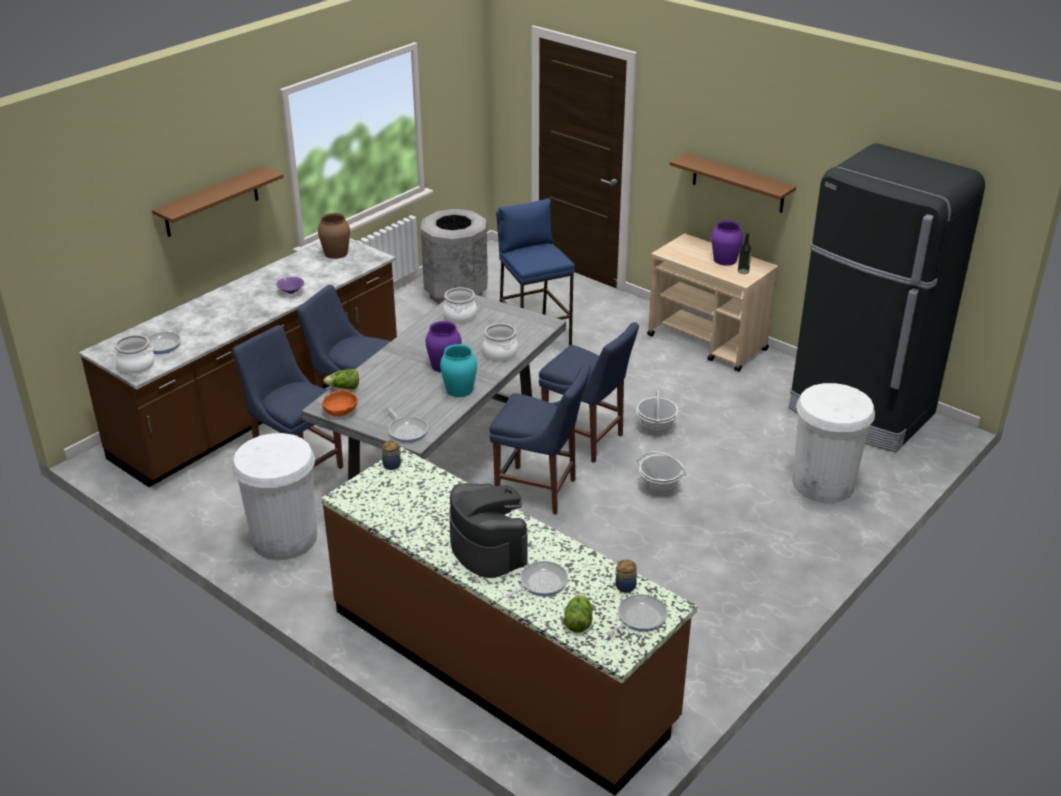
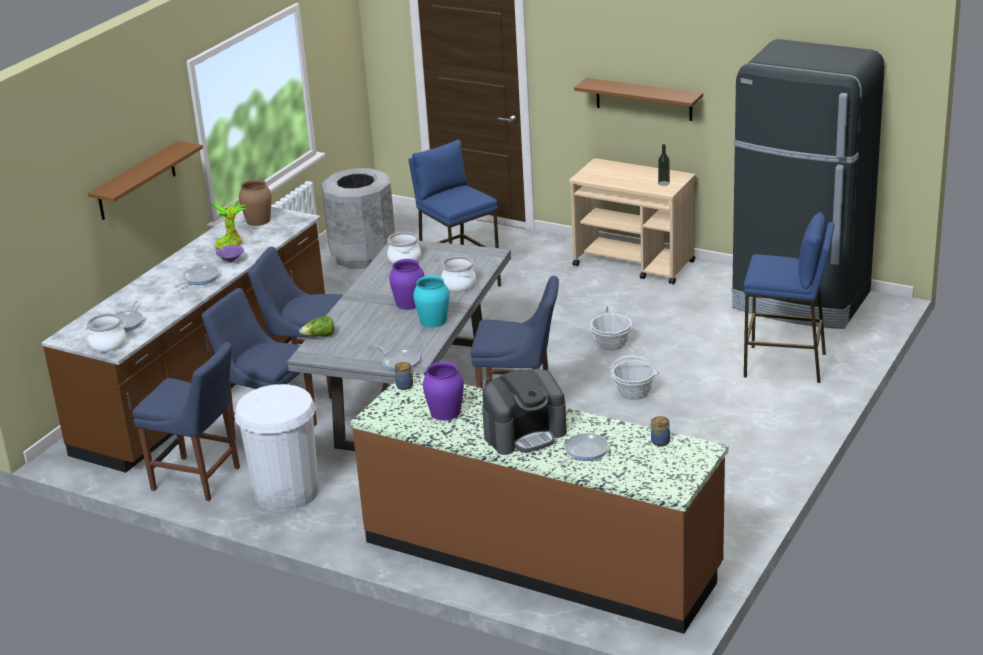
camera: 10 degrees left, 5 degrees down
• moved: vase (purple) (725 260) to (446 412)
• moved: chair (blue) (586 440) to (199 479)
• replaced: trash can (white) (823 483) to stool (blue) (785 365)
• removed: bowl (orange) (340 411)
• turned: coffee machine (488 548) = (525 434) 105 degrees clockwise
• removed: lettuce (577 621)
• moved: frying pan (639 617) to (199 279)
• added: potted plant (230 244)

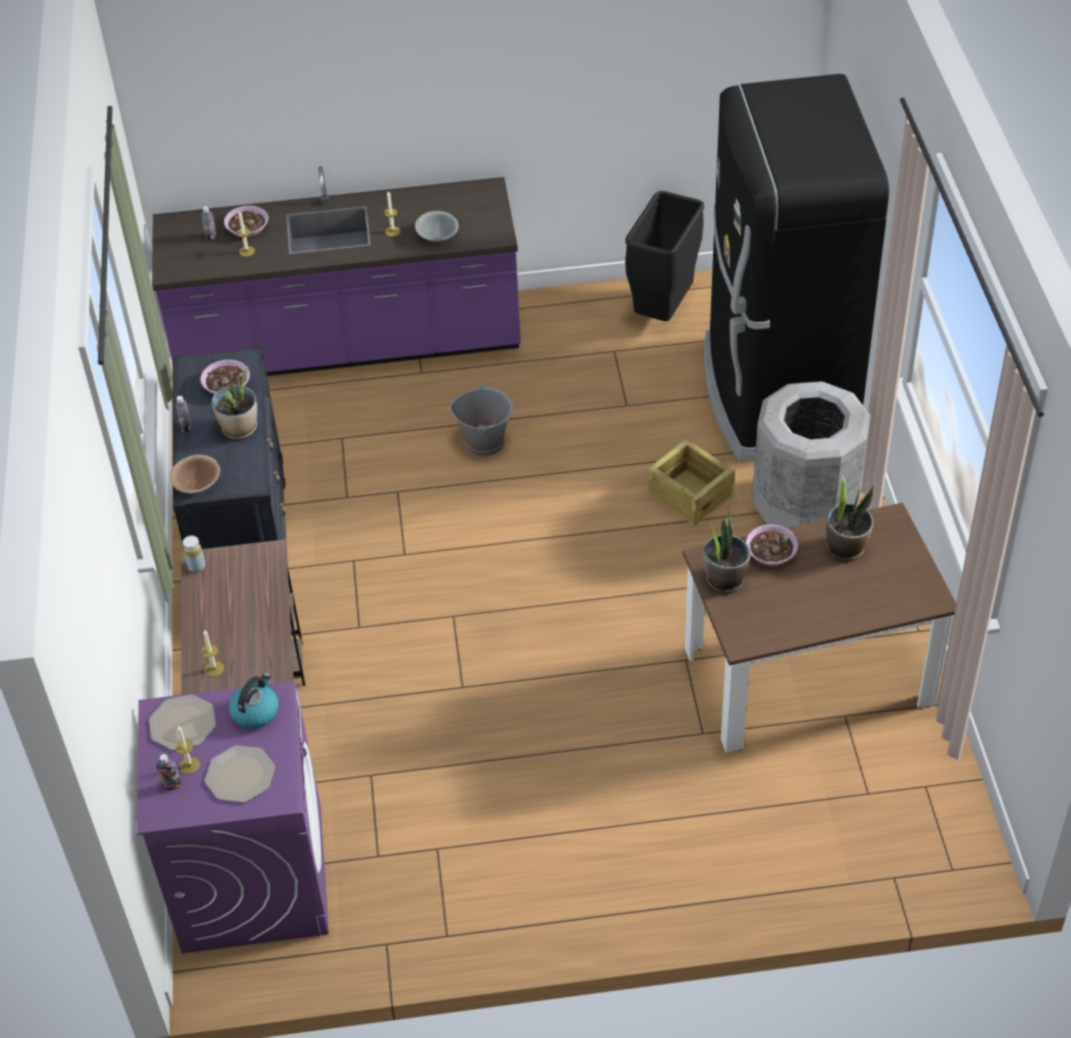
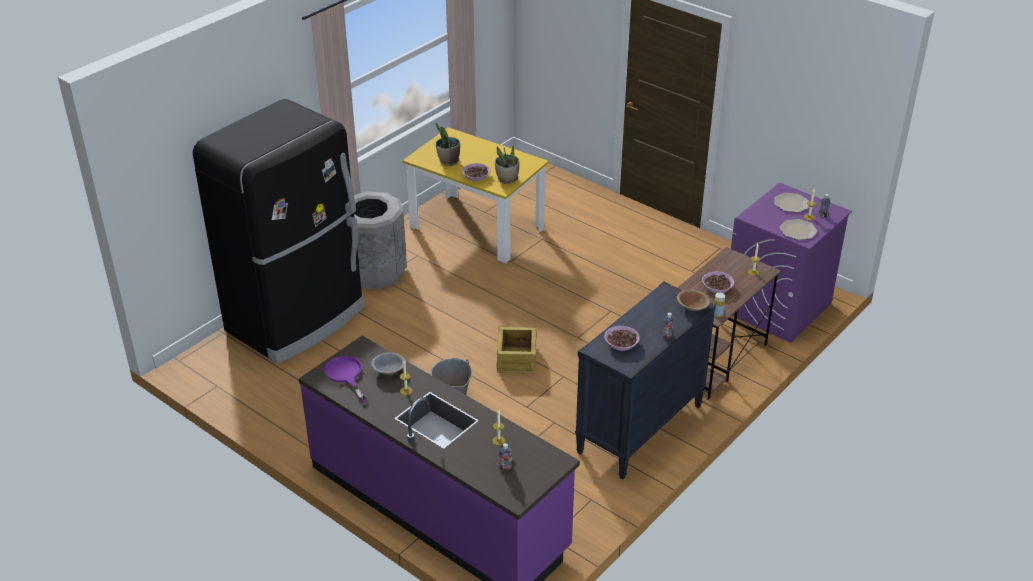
camera: 135 degrees left, 10 degrees down
• removed: trash can (black) (664 311)
• moved: bowl (248 228) to (717 287)
• removed: potted plant (240 428)
• moved: crate (690 494) to (516 359)
• recoloured: dining table (brown) (808 677) to dining table (yellow) (477 228)
• removed: kettle (255 712)
• added: frying pan (purple) (346 375)

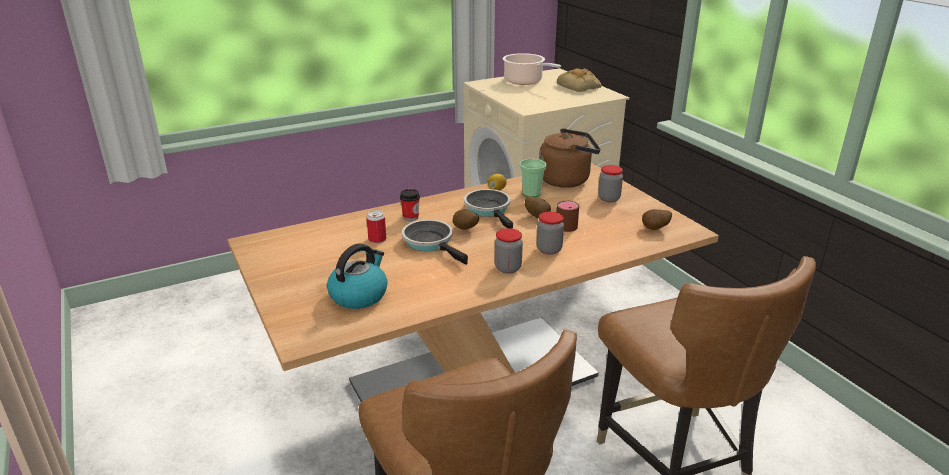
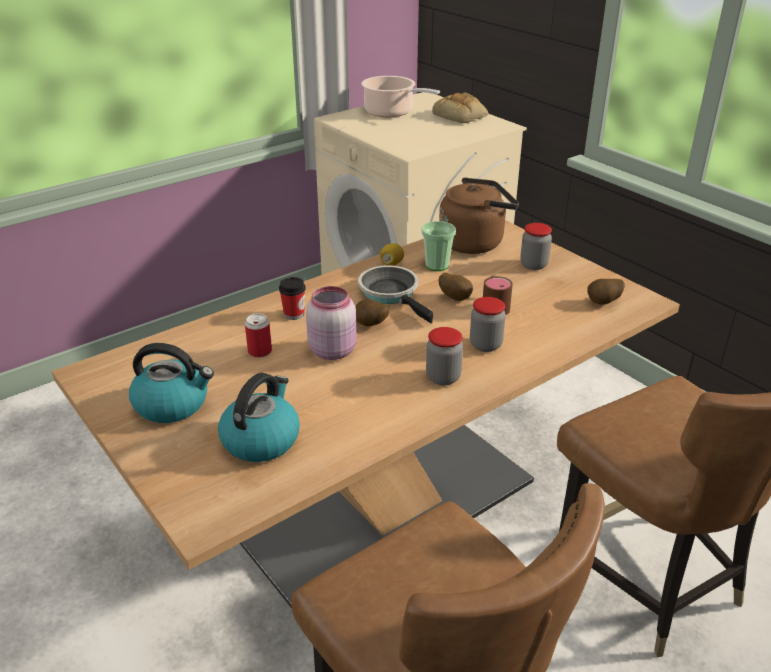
camera: 10 degrees left, 5 degrees up
• replaced: frying pan (431 243) to jar (pink) (332 350)
• added: kettle (173 404)

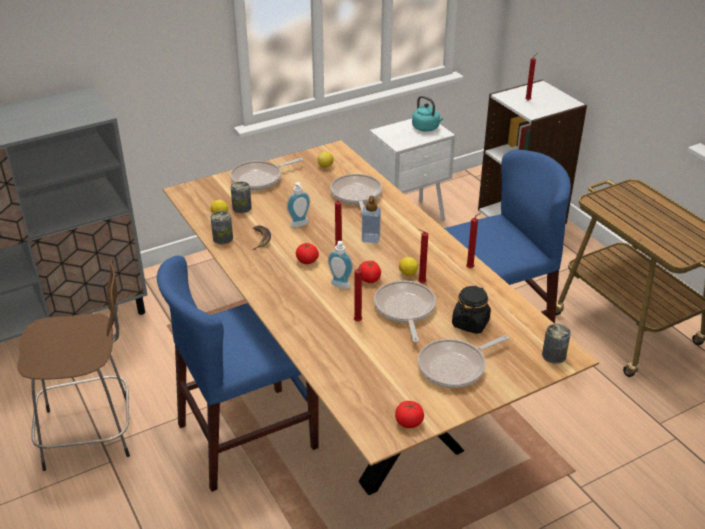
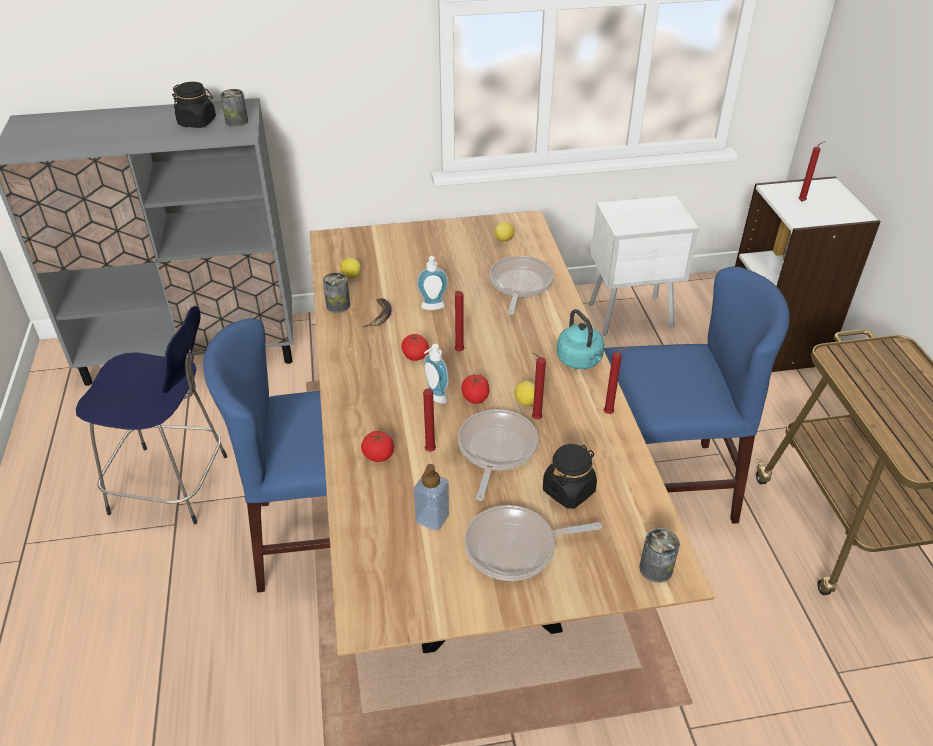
camera: 20 degrees right, 5 degrees up
• moved: kettle (turquoise) (426 128) to (580 361)
• removed: frying pan (259 179)
• moved: can (242 208) to (237 122)
• moved: soap dispenser (371 238) to (432 518)
• recoloured: stool (brown) (91 432) to stool (blue) (174 485)
• moved: tomato (409 422) to (378 455)
• added: jar (black) (197 122)

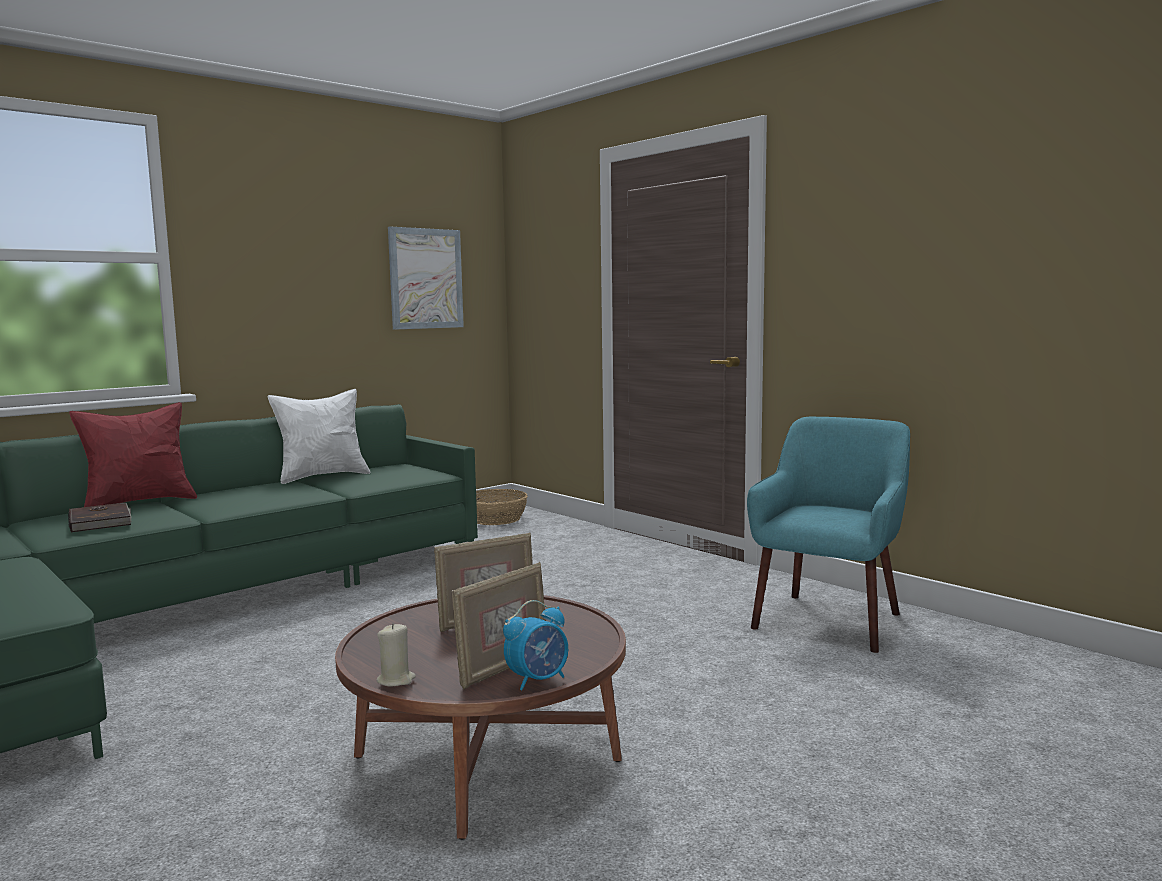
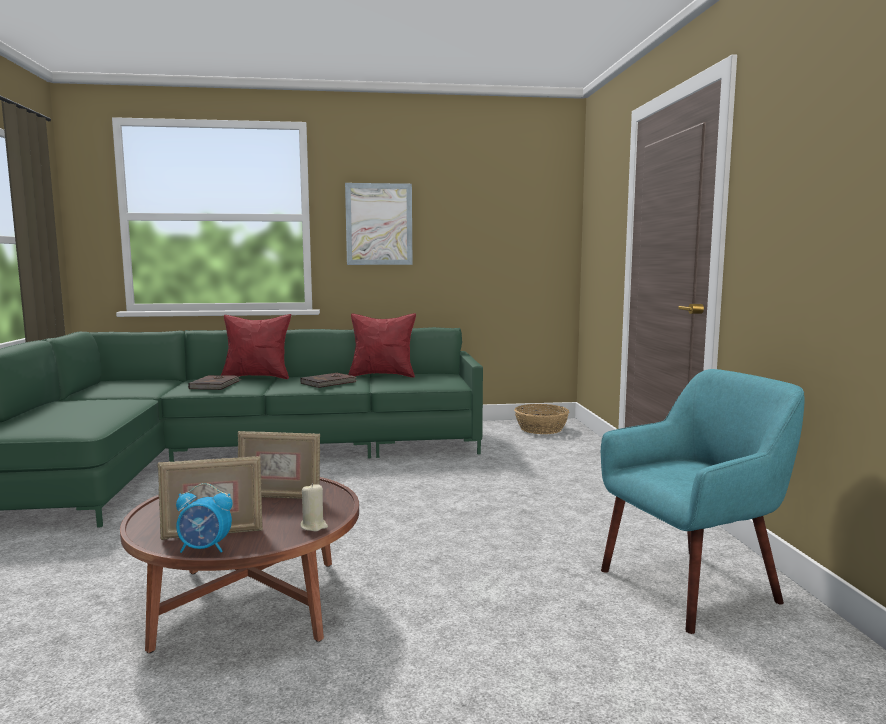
camera: 35 degrees right, 0 degrees up
• moved: picture (426 278) to (379 224)
• recoloured: pillow (white) (322 476) to pillow (red) (382 375)
• moved: candle (beige) (396 680) to (314 526)
• added: book (brown) (329 383)

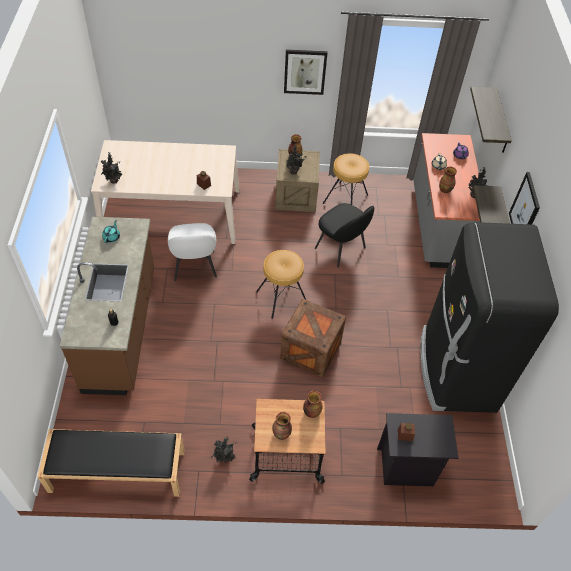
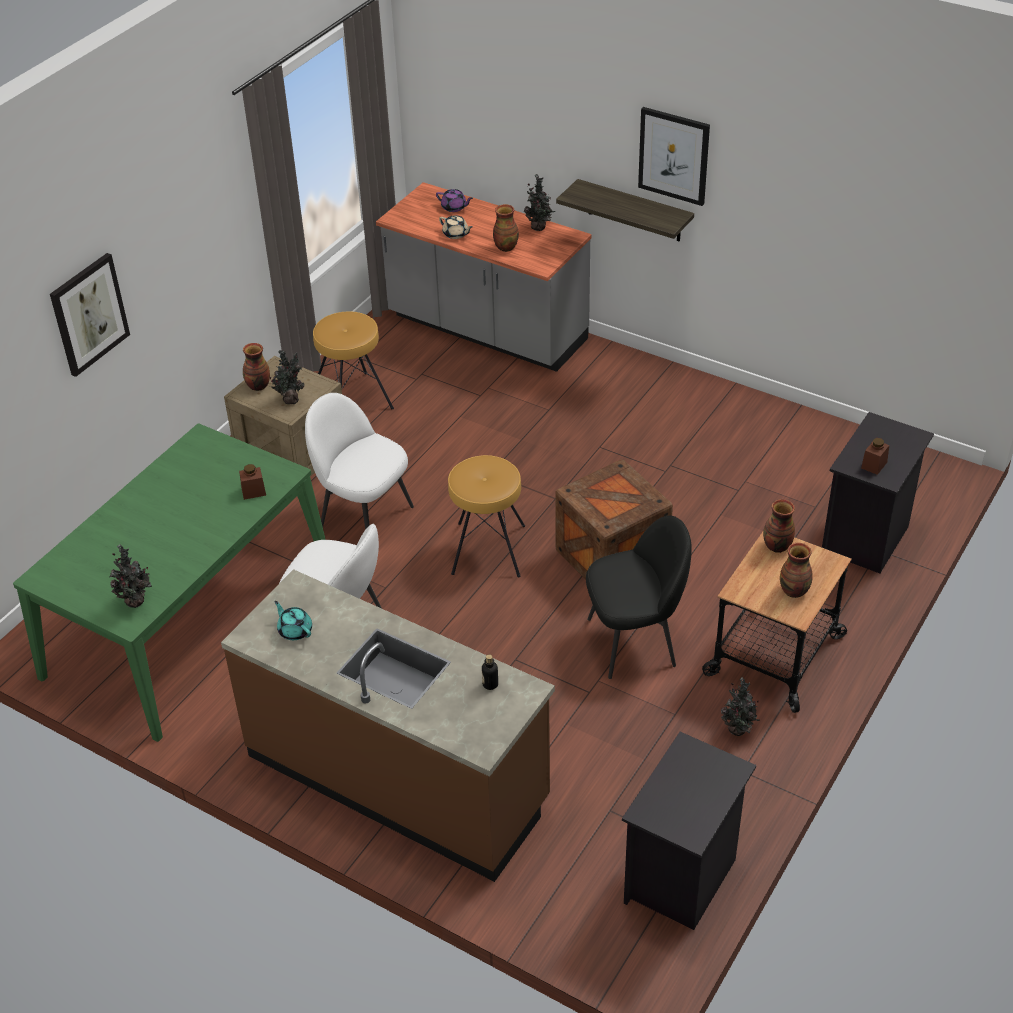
camera: 55 degrees left, 10 degrees down
• moved: picture (305 71) to (89 314)
• removed: shelf (500 122)
• recoloured: dining table (beige) (171 213) to dining table (green) (189 618)
• moved: chair (black) (341 248) to (634 641)
• removed: fridge (black) (456 370)
• replaced: bench (black) (116 471) to nightstand (black) (682 879)
• added: chair (white) (364 517)

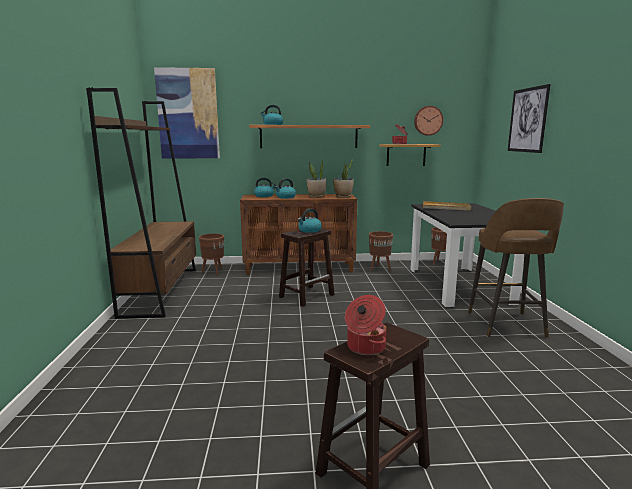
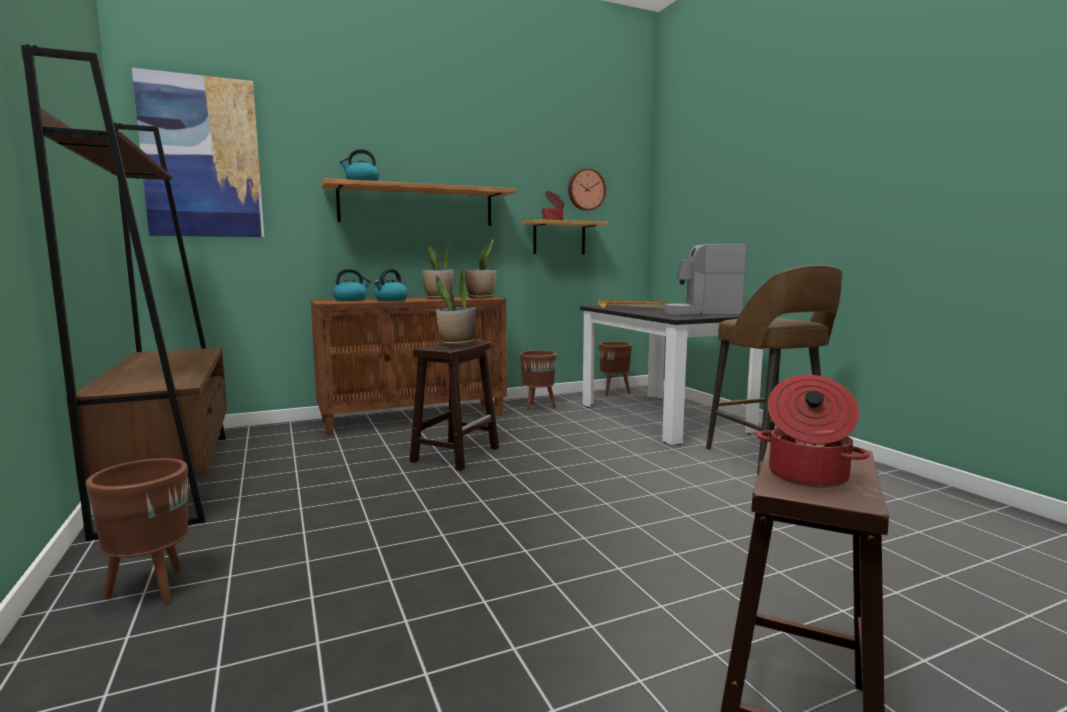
camera: 20 degrees left, 5 degrees down
• removed: picture (527 120)
• replaced: kettle (309 230) to potted plant (457 344)
• moved: planter (brown) (213 272) to (150 591)
• added: coffee machine (702 313)

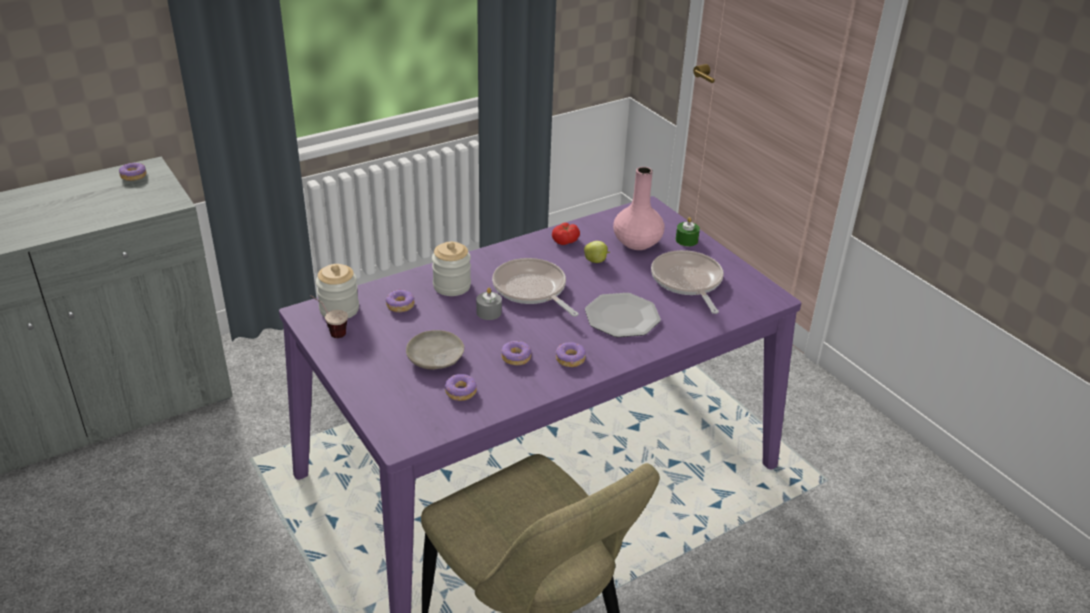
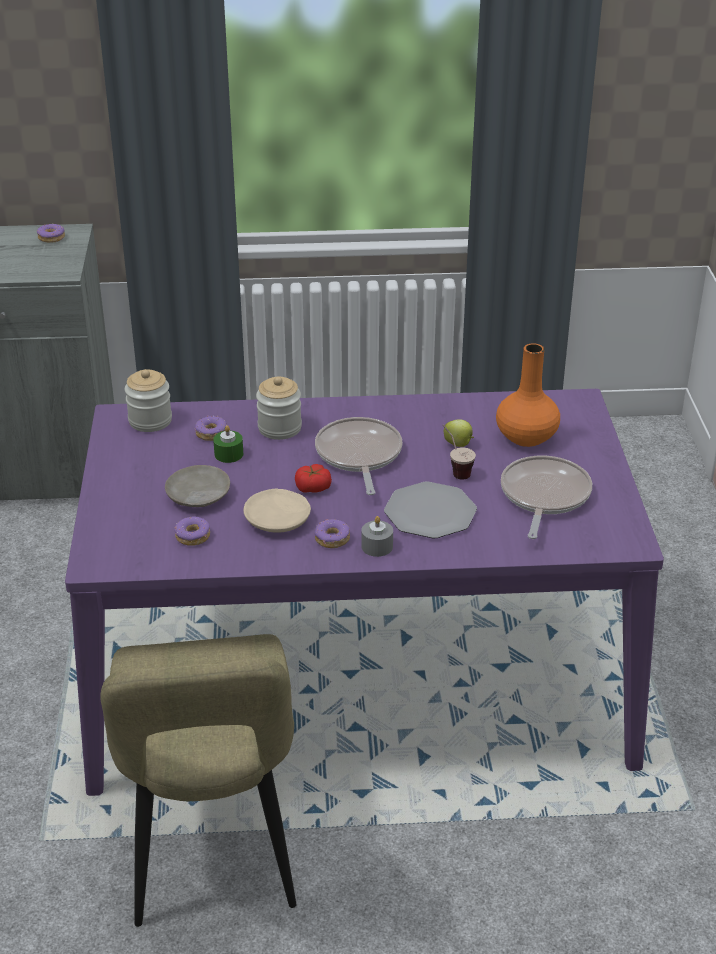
camera: 30 degrees right, 0 degrees up
• recoloured: vase (pink) (636 242) to vase (orange) (526 436)
• moved: candle (green) (686 240) to (229 454)
• moved: tomato (565 240) to (313 487)
• moved: candle (grey) (489 312) to (377 546)
• moved: cup (330 331) to (455 470)
• replaced: donut (516 357) to plate (beige) (278 520)

